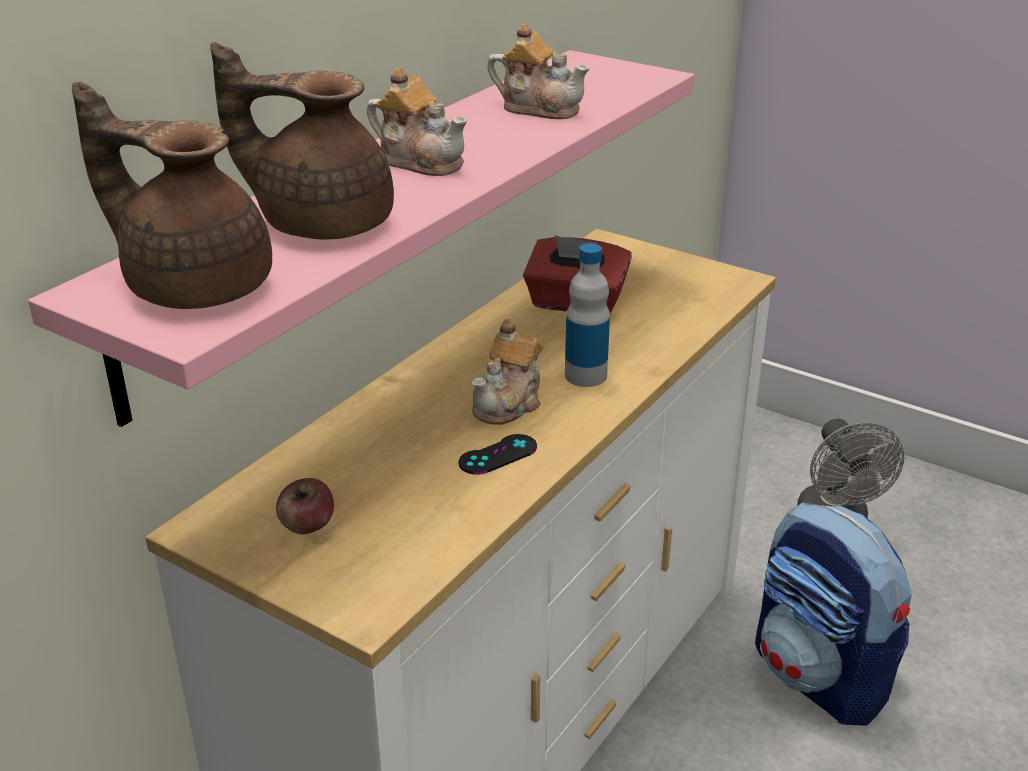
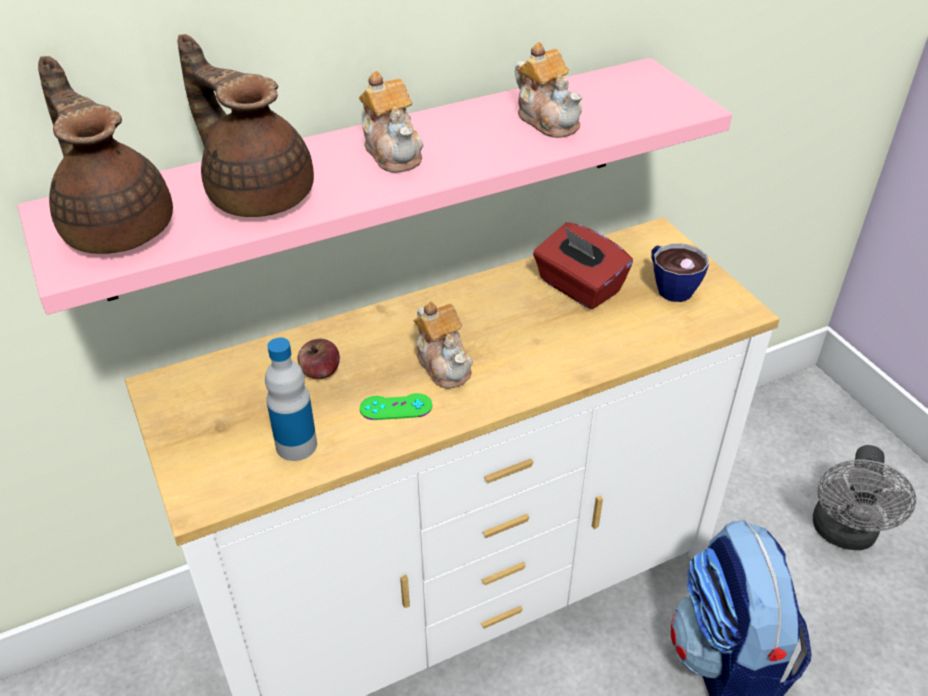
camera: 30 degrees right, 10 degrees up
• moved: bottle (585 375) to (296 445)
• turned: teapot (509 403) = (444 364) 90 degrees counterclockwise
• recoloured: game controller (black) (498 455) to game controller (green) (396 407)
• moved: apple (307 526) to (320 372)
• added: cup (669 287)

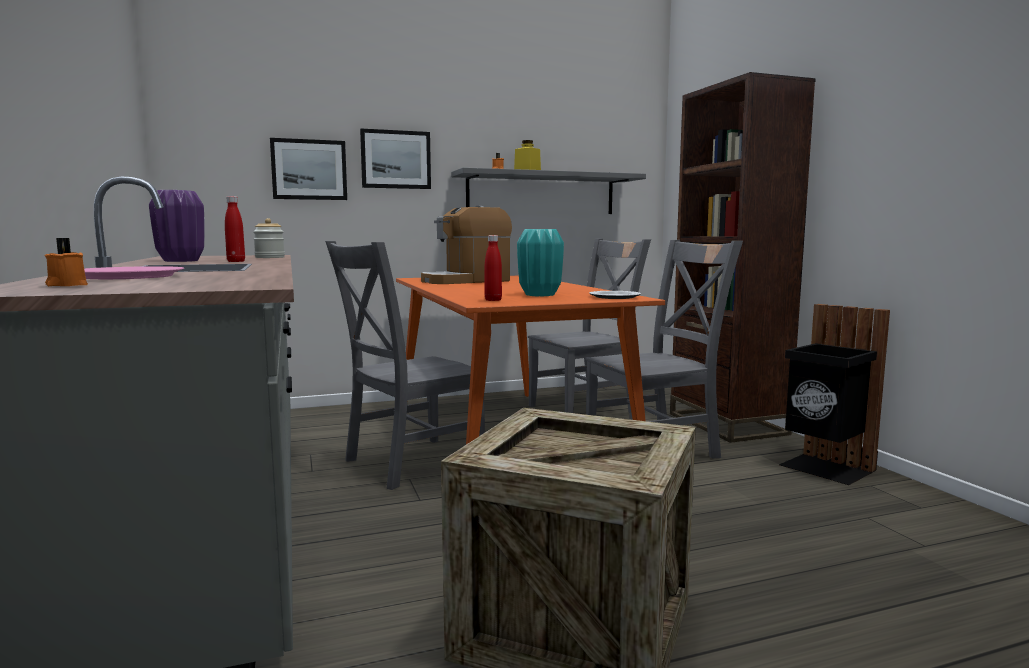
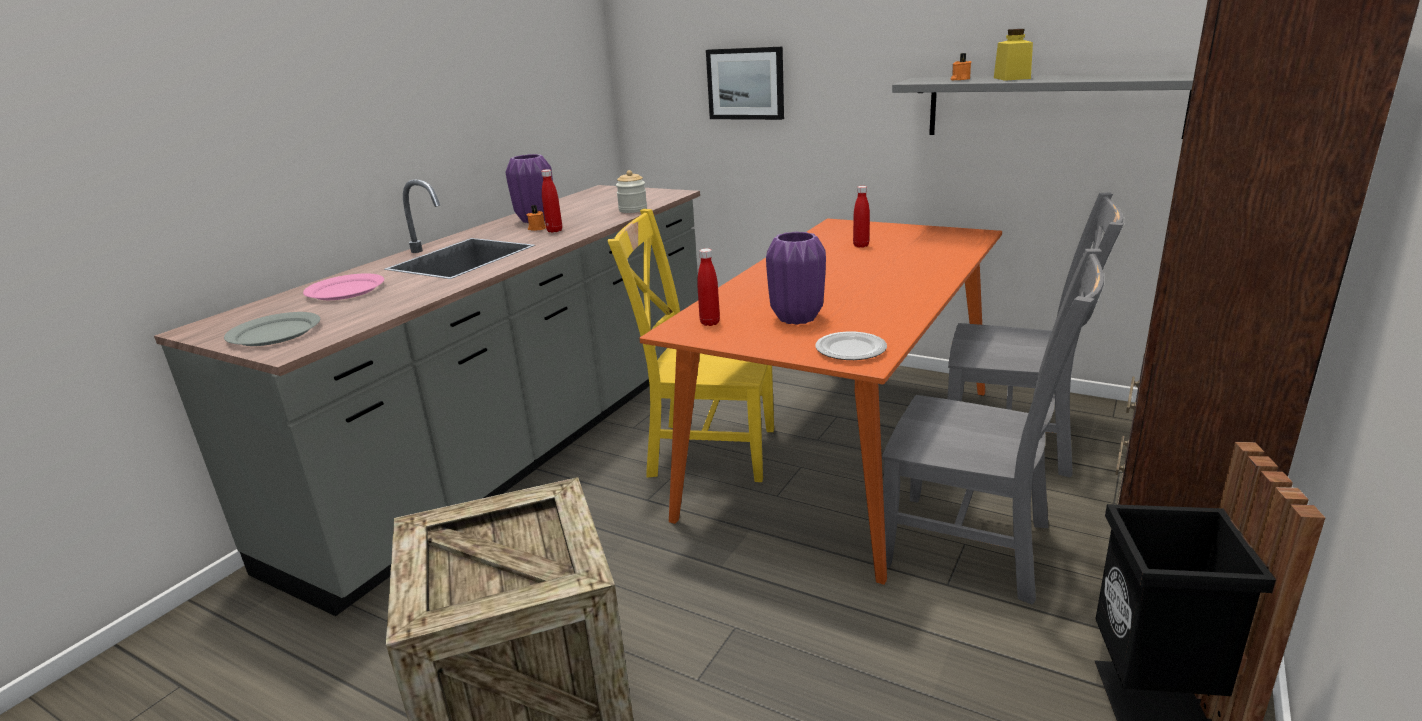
camera: 50 degrees right, 15 degrees up
• removed: picture (395 159)
• replaced: coffee machine (466 281) to bottle (red) (861 245)
• recoloured: vase (turquoise) (540 295) to vase (purple) (797 318)
• moved: candle (orange) (66 285) to (537 228)
• recoloured: chair (grey) (408 463) to chair (yellow) (706 451)
• added: plate (grey) (274 333)

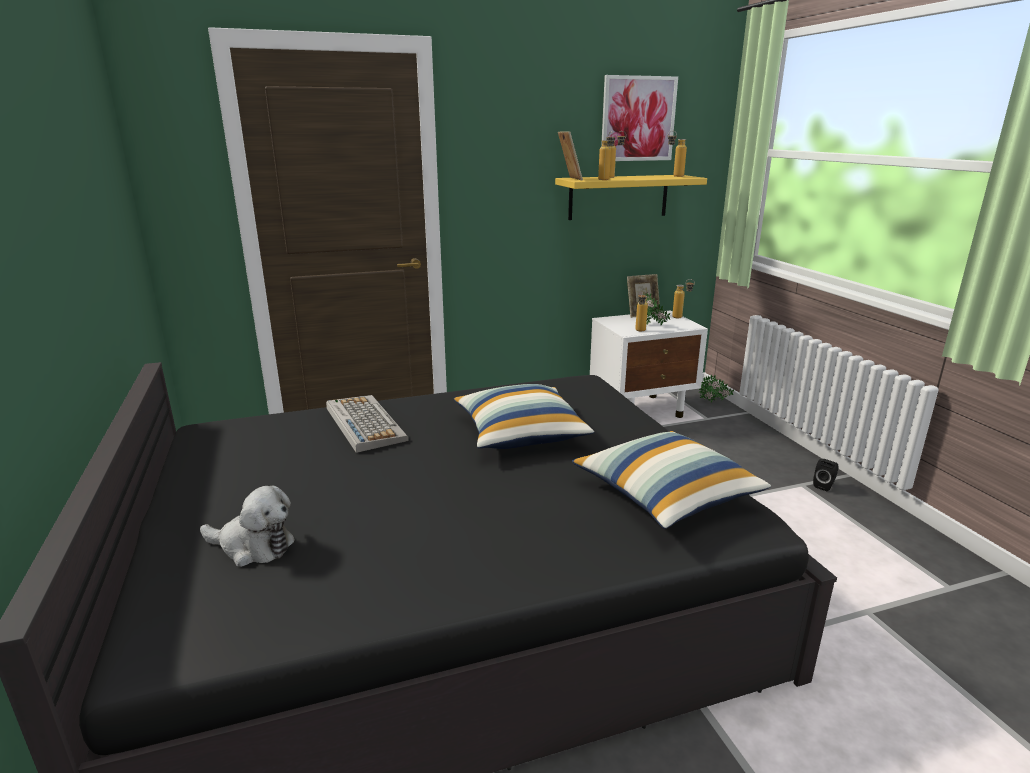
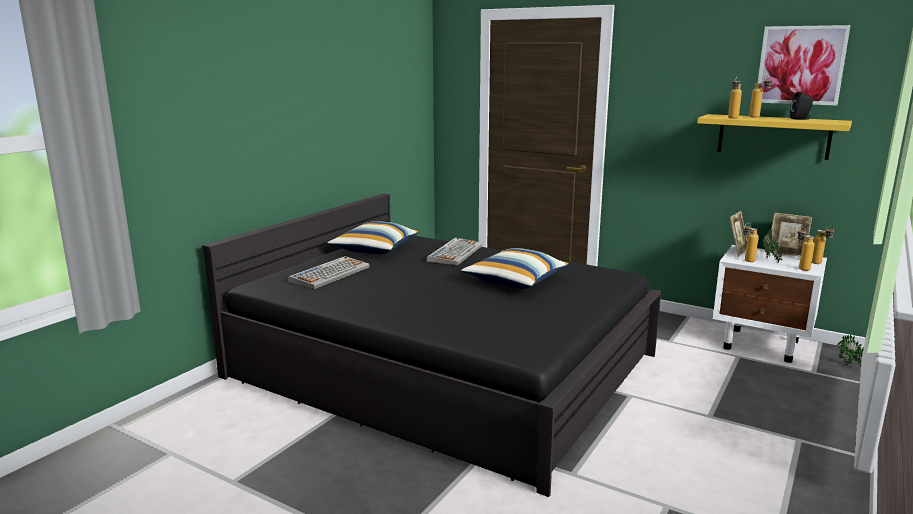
camera: 50 degrees right, 5 degrees down
• moved: picture frame (569 179) to (737 251)
• moved: bottle (674 176) to (800 268)
• moved: pillow (665 495) to (374 249)
• moved: speaker (black) (824 486) to (800 119)
• replaced: plush toy (253 546) to keyboard (330 274)

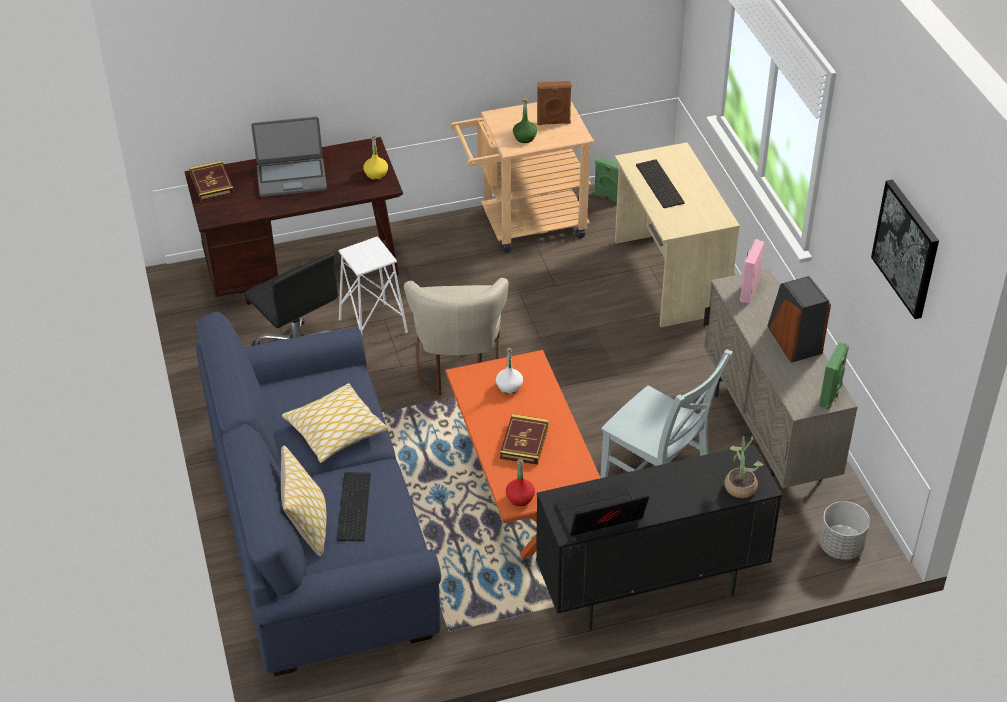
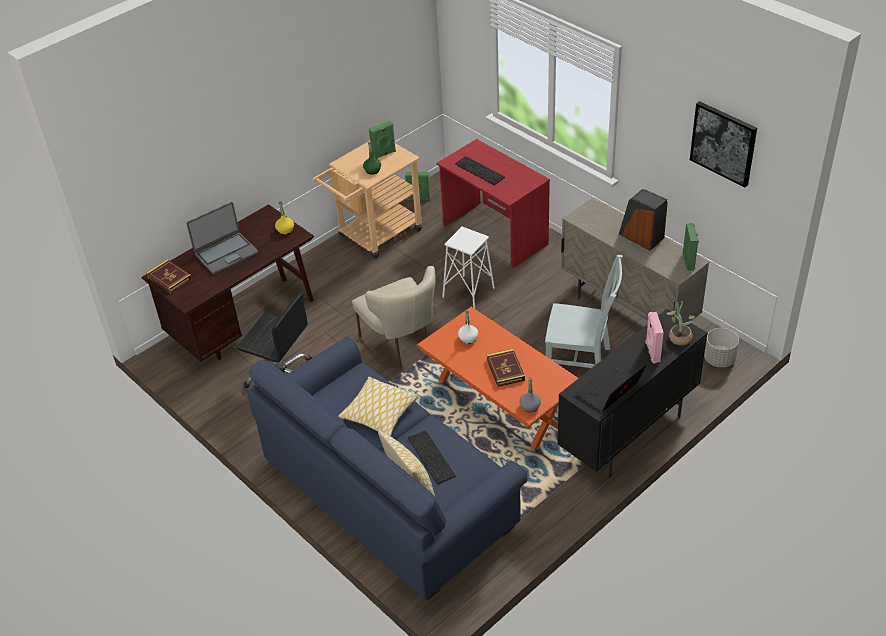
camera: 25 degrees left, 0 degrees up
• recoloured: speaker (brown) (553 123) to speaker (green) (384 154)
• recoloured: desk (beige) (668 277) to desk (red) (494 235)
• moved: stool (white) (373 326) to (468 293)
• moved: speaker (pink) (748 290) to (652 352)
• recoloured: bottle (red) (520 498) to bottle (grey) (530 406)

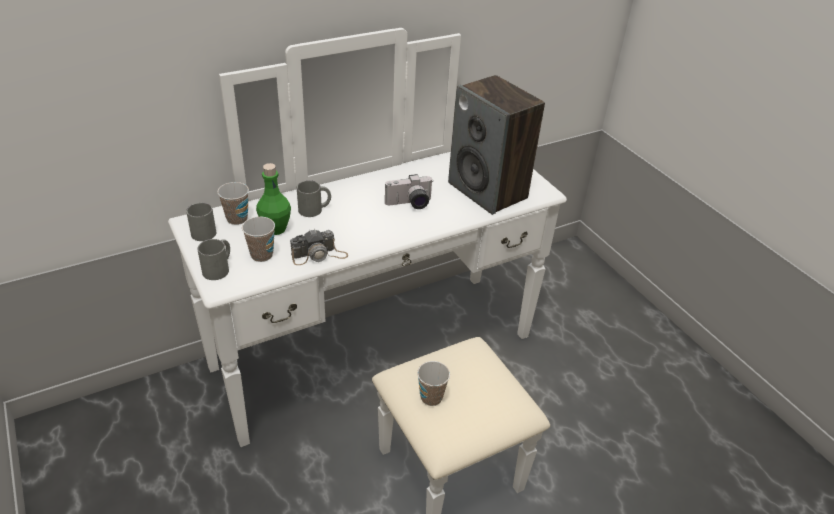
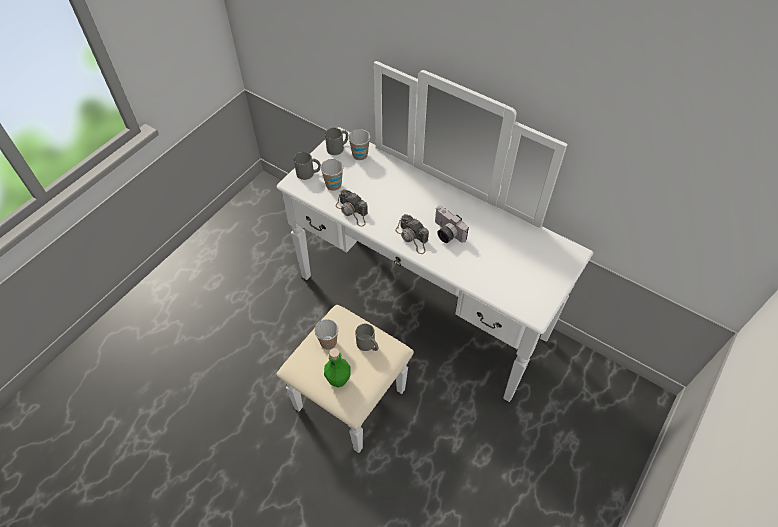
camera: 65 degrees right, 15 degrees up
• removed: speaker (488 191)
• moved: bottle (green) (275 229) to (338 379)
• moved: mug (grey) (315 209) to (368 345)
• added: photo camera (412 238)

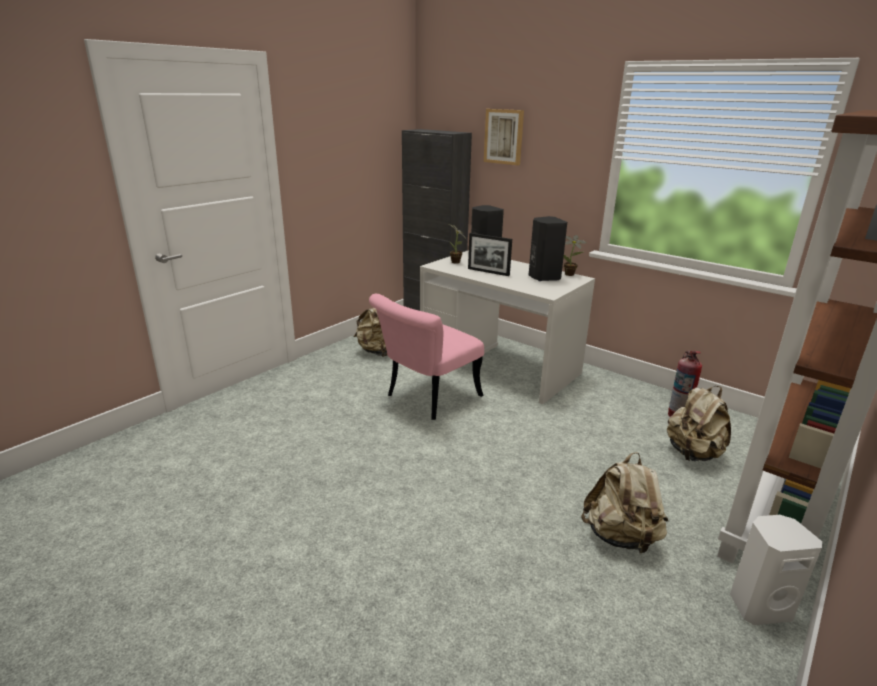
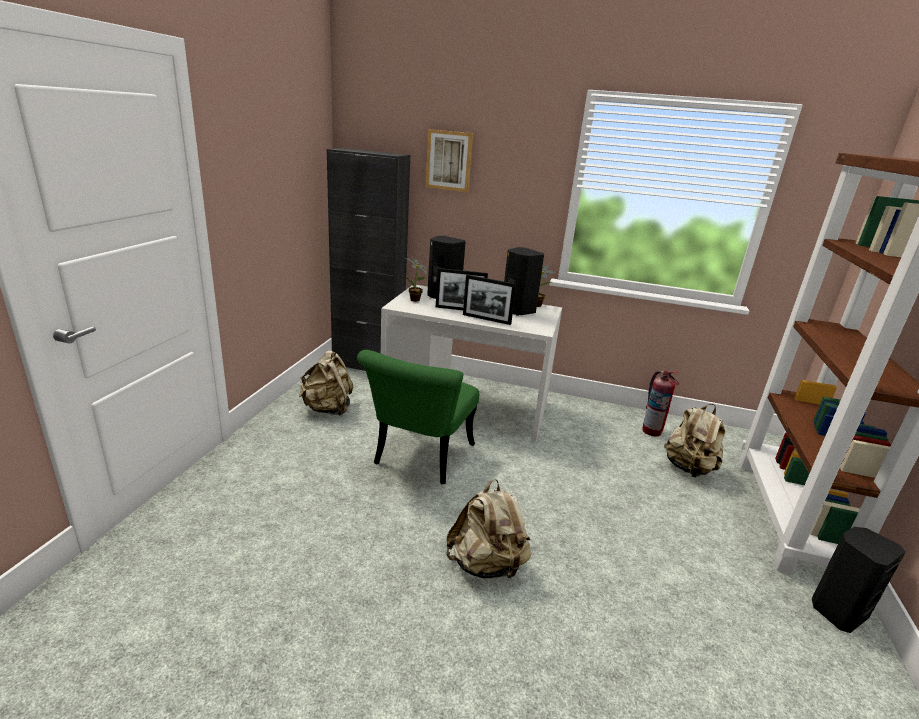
camera: 25 degrees left, 0 degrees up
• recoloured: chair (pink) (427 399) to chair (green) (419 459)
• moved: backpack (beige) (621 537) to (486 564)
• recoloured: speaker (white) (758 605) to speaker (black) (837 611)
• added: picture frame (486 319)

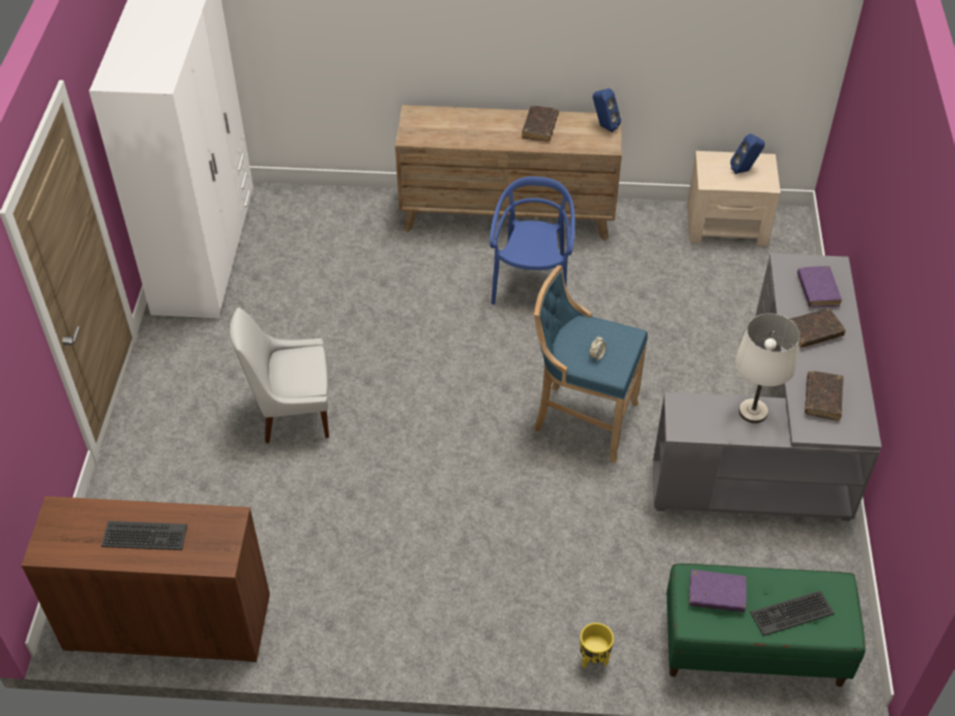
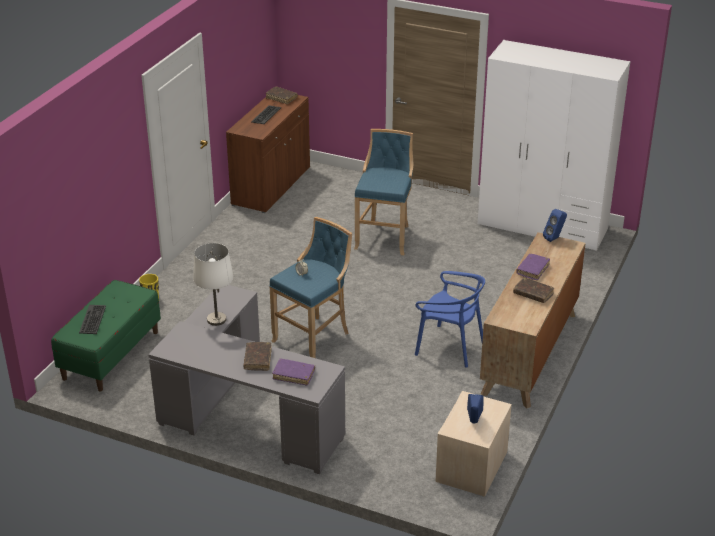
camera: 110 degrees right, 15 degrees down
• moved: speaker (blue) (604 126) to (554 238)
• replaced: chair (white) (292 413) to stool (blue) (384 237)
• moved: book (brown) (822 399) to (281 98)
• moved: book (purple) (716 595) to (532 270)

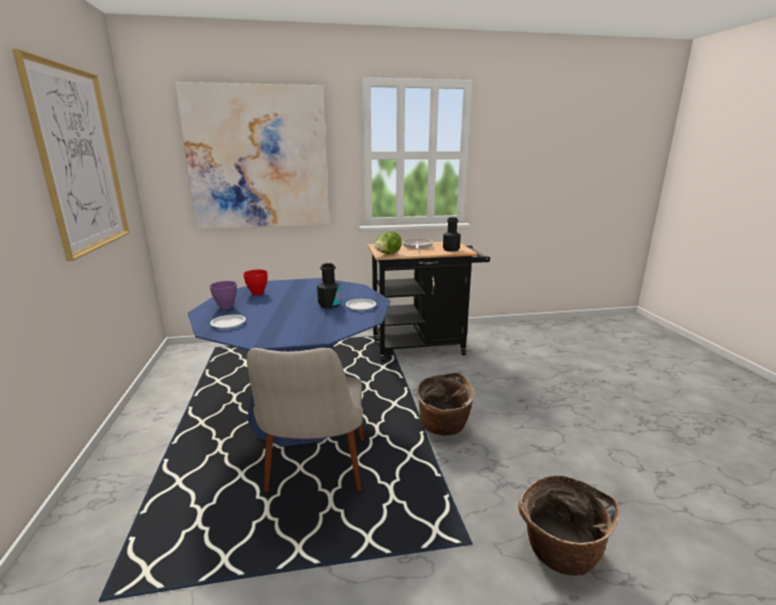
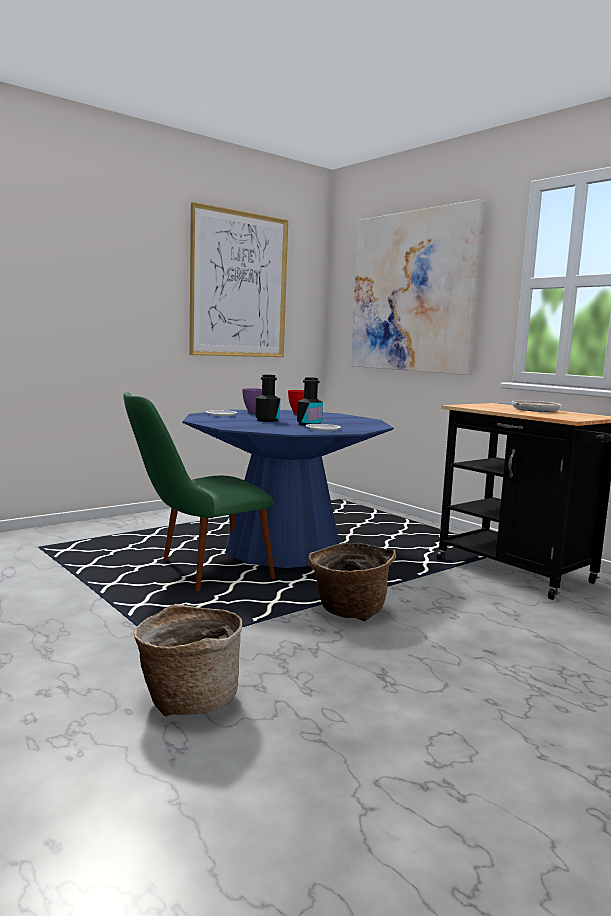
camera: 60 degrees right, 10 degrees down
• moved: bottle (black) (451 249) to (267 420)
• removed: lettuce (387 254)
• recoloured: chair (beige) (315 478) to chair (green) (197 573)

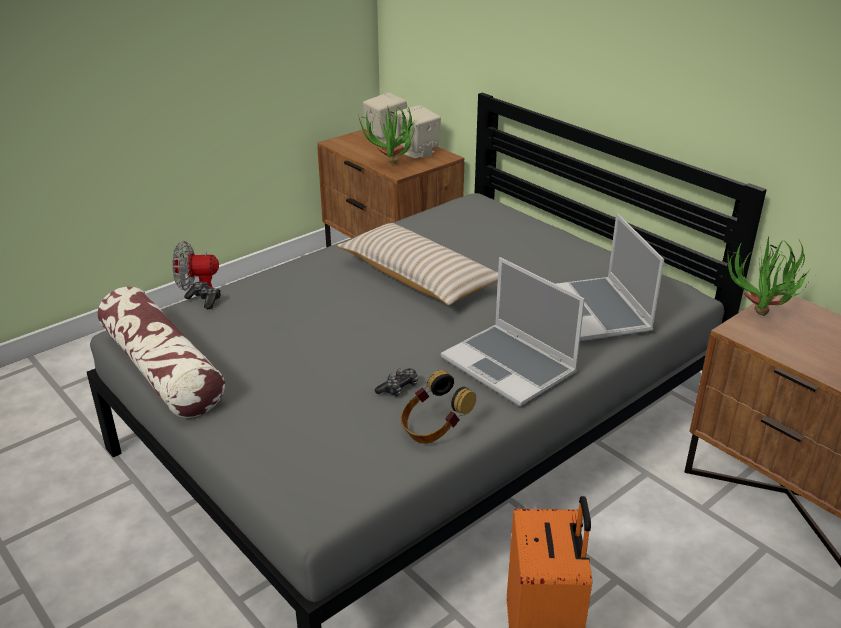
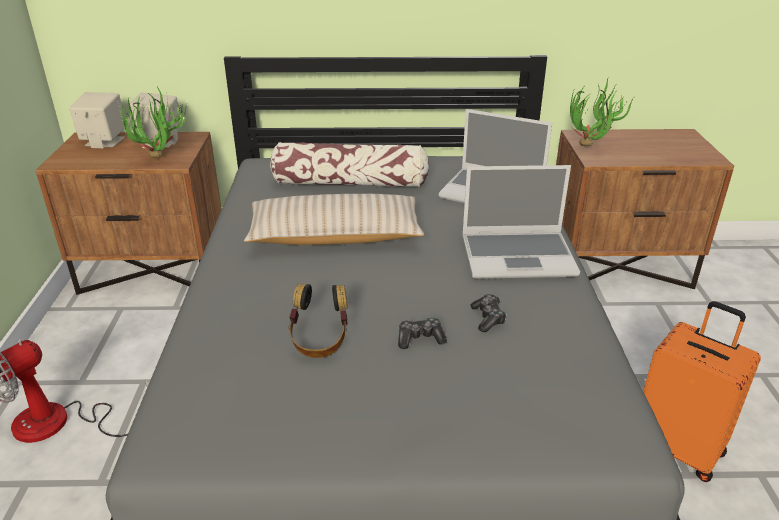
camera: 50 degrees left, 0 degrees up
• moved: game controller (204 300) to (420 339)
• moved: pillow (162 370) to (350 183)
• moved: headphones (434 429) to (320 340)

